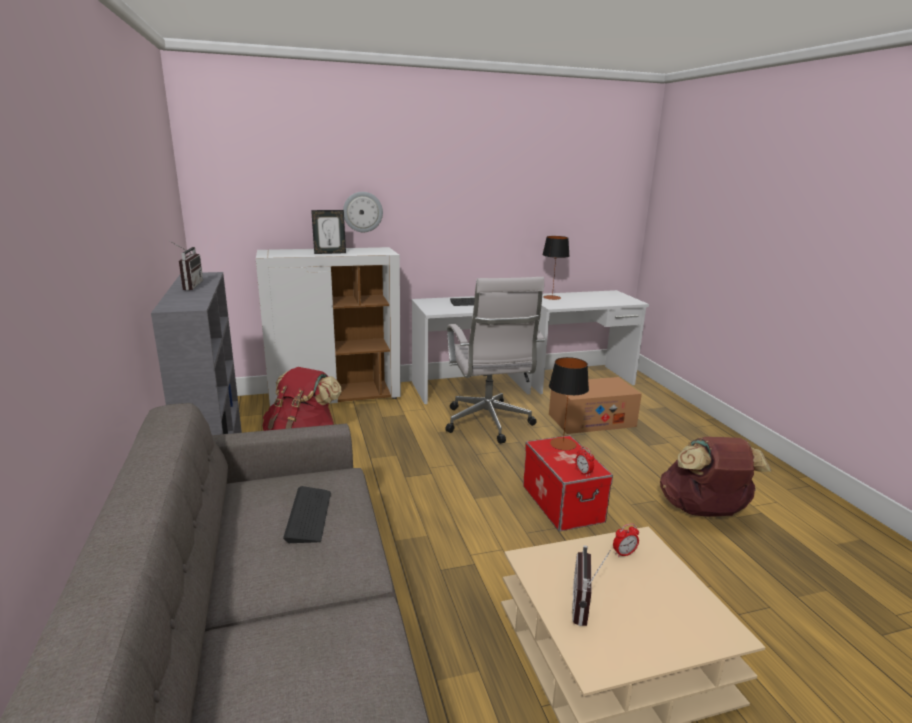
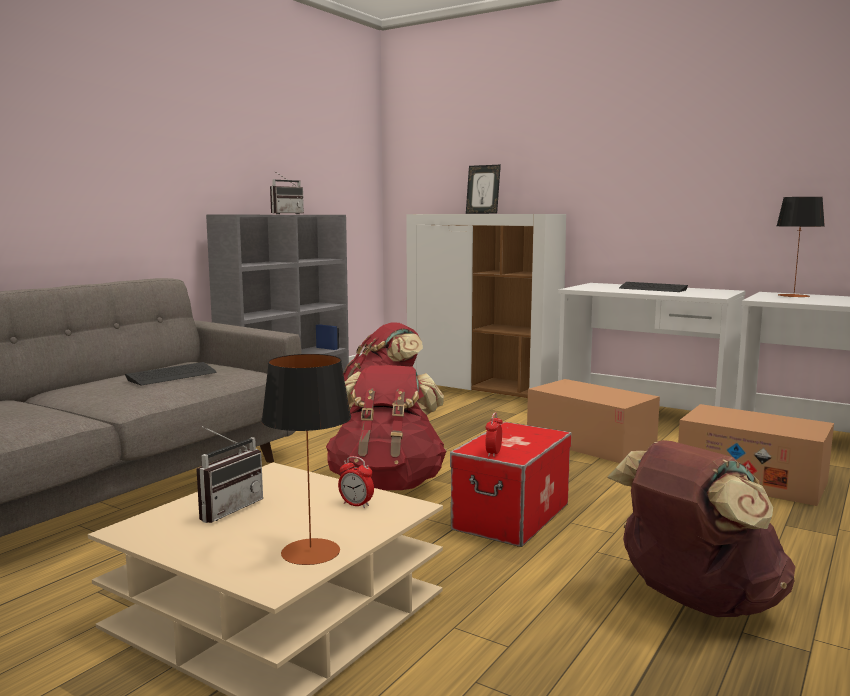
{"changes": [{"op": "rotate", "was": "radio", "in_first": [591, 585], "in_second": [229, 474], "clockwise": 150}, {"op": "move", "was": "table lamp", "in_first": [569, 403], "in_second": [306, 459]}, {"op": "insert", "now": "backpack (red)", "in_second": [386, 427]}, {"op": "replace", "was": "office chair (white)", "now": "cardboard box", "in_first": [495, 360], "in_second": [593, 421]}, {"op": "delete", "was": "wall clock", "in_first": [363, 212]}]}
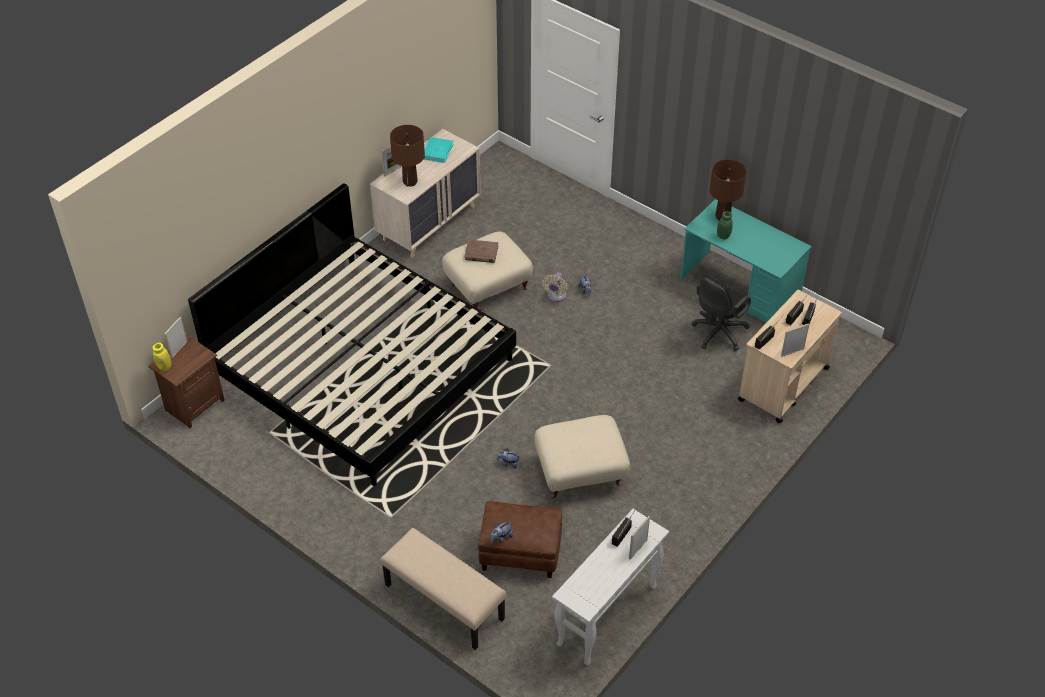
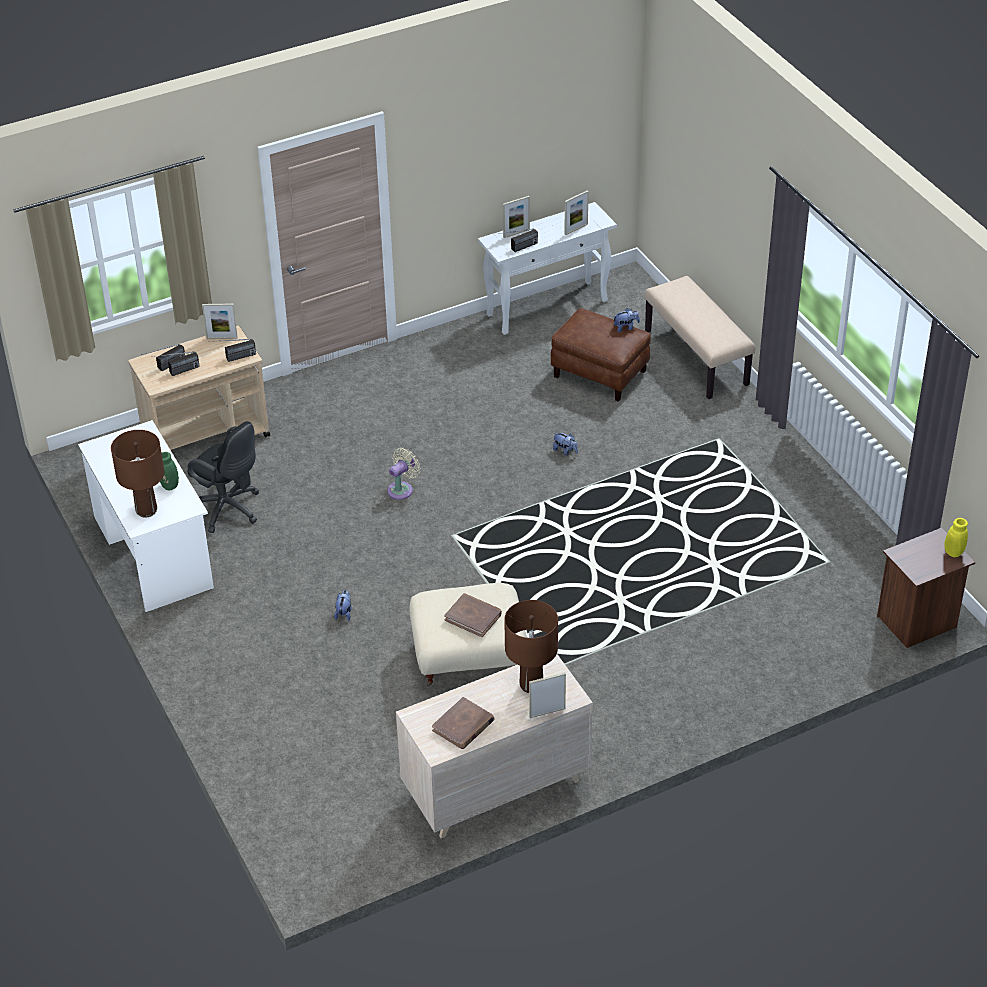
{"changes": [{"op": "recolor", "was": "desk (turquoise)", "now": "desk (white)", "in_first": [746, 261], "in_second": [146, 516]}, {"op": "rotate", "was": "office chair (black)", "in_first": [721, 313], "in_second": [223, 477], "clockwise": 60}, {"op": "move", "was": "fan (beige)", "in_first": [554, 287], "in_second": [404, 474]}, {"op": "recolor", "was": "book (turquoise)", "now": "book (brown)", "in_first": [438, 150], "in_second": [463, 723]}, {"op": "move", "was": "picture frame", "in_first": [176, 337], "in_second": [576, 212]}, {"op": "delete", "was": "bed", "in_first": [352, 334]}, {"op": "delete", "was": "ottoman (beige)", "in_first": [582, 456]}]}
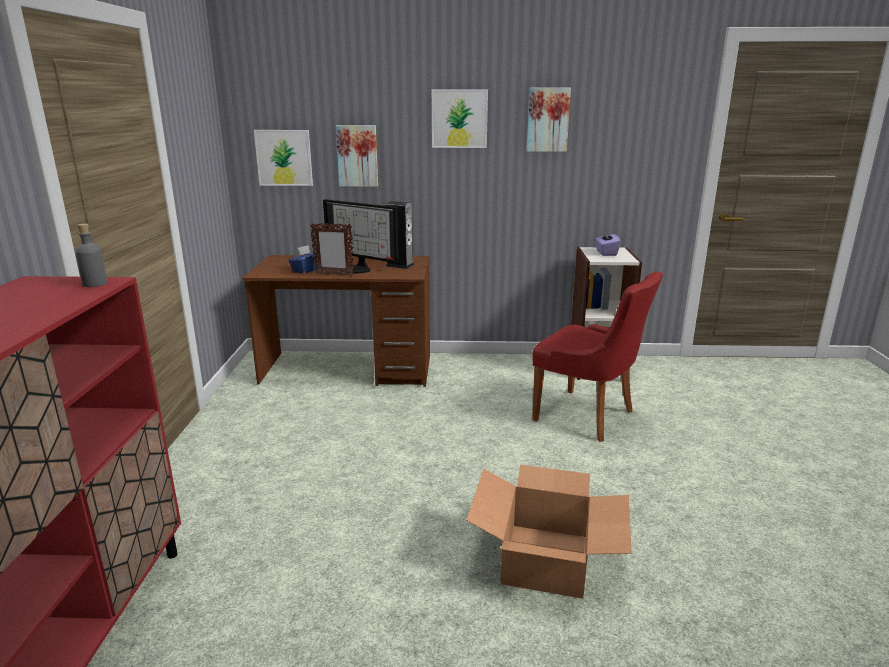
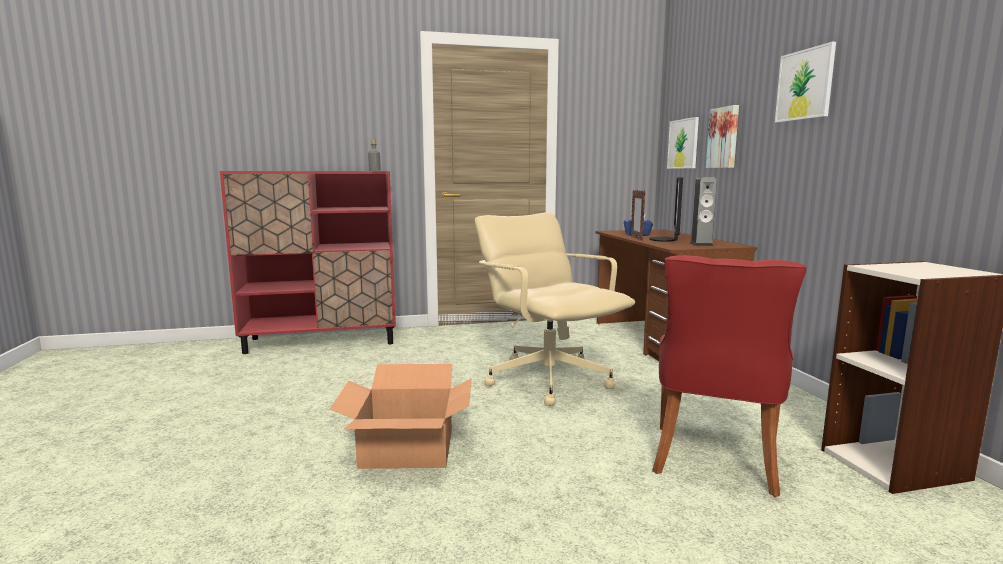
{"changes": [{"op": "insert", "now": "office chair (beige)", "in_second": [555, 309]}, {"op": "delete", "was": "picture", "in_first": [549, 120]}, {"op": "delete", "was": "tissue box (purple)", "in_first": [608, 242]}]}
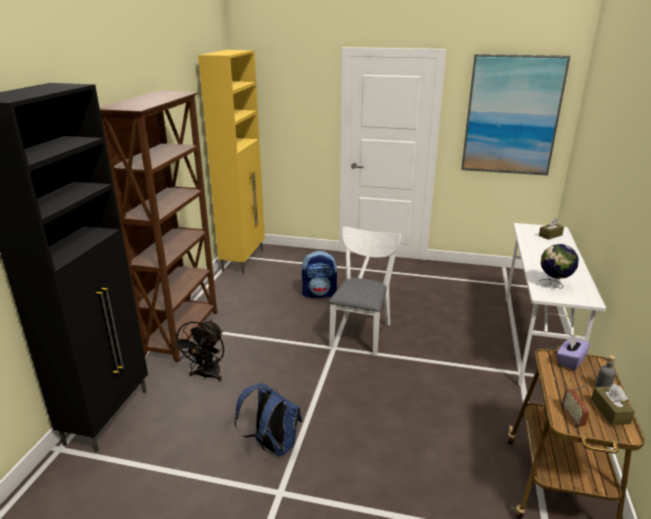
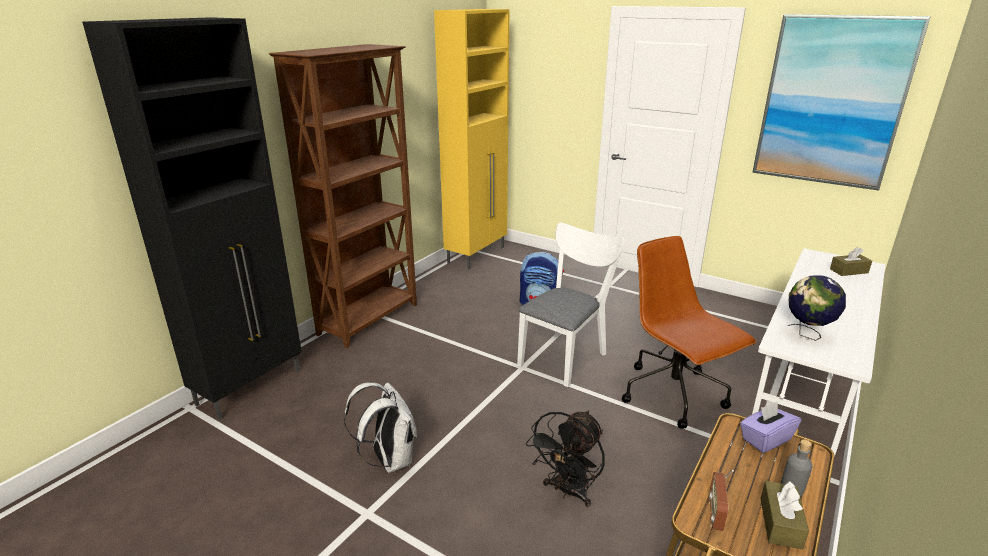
{"changes": [{"op": "recolor", "was": "backpack (blue)", "now": "backpack (white)", "in_first": [268, 419], "in_second": [380, 427]}, {"op": "move", "was": "fan (black)", "in_first": [198, 350], "in_second": [565, 458]}, {"op": "insert", "now": "office chair (brown)", "in_second": [689, 332]}]}
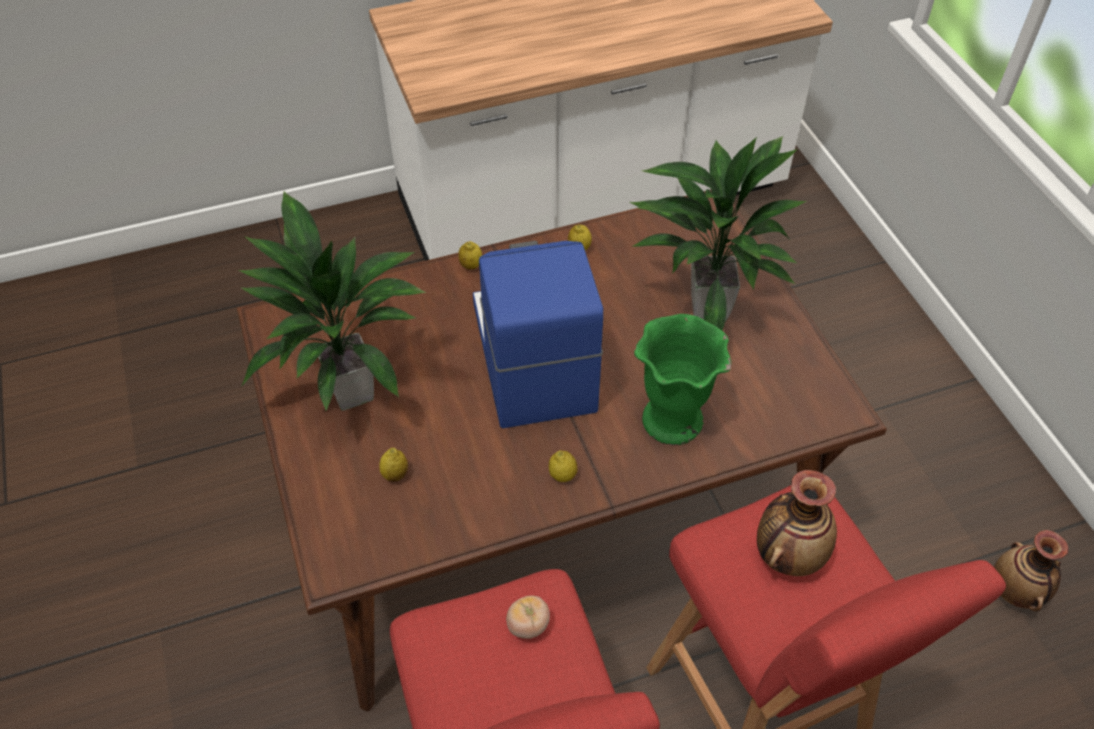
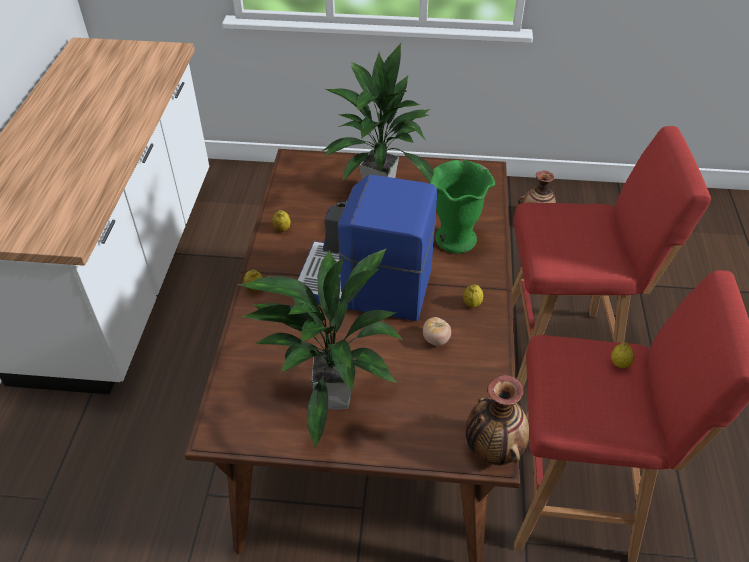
{"changes": [{"op": "move", "was": "tomato", "in_first": [528, 617], "in_second": [437, 331]}, {"op": "move", "was": "vase", "in_first": [797, 523], "in_second": [497, 420]}, {"op": "move", "was": "lemon", "in_first": [393, 465], "in_second": [622, 355]}]}
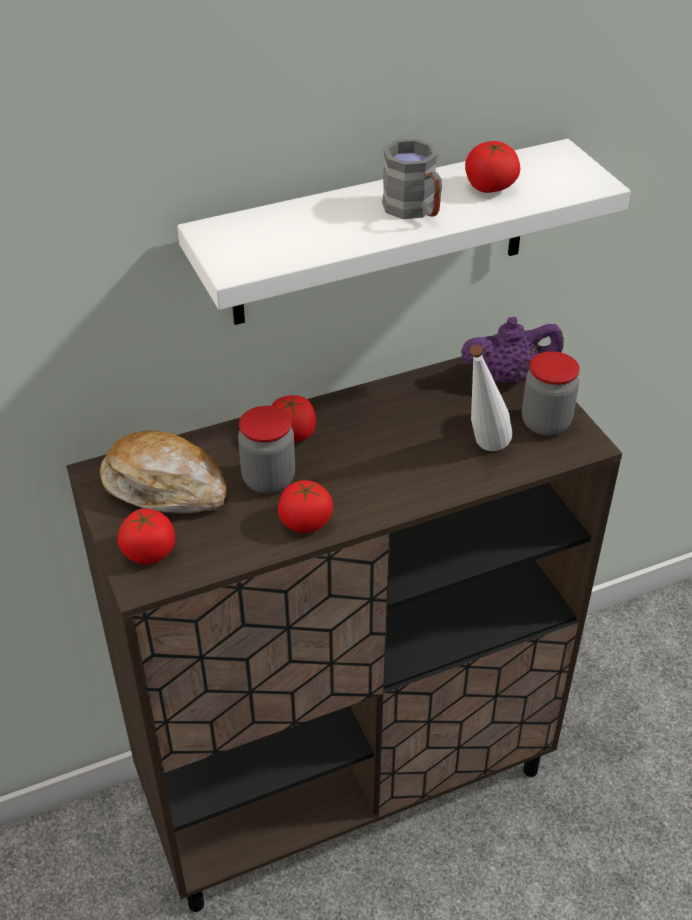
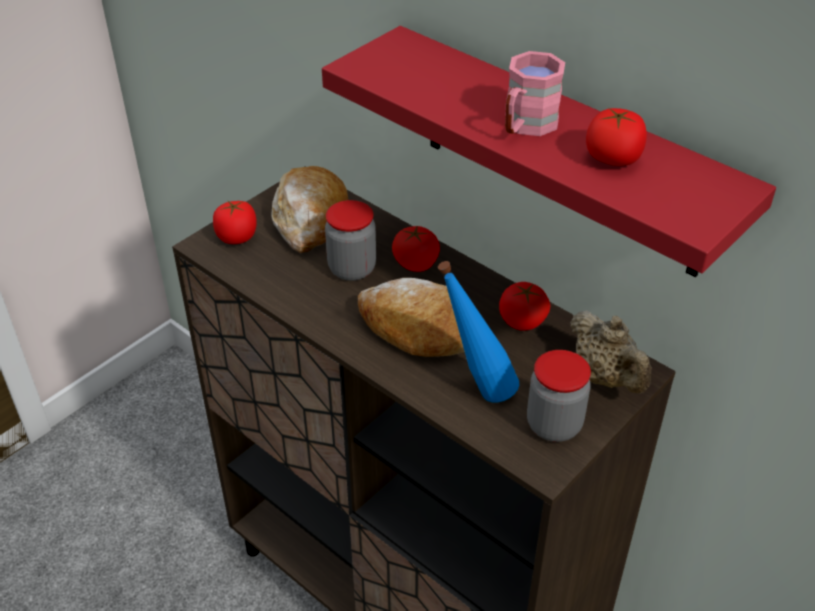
{"changes": [{"op": "recolor", "was": "shelf (white)", "now": "shelf (red)", "in_first": [404, 232], "in_second": [549, 151]}, {"op": "insert", "now": "bread", "in_second": [411, 317]}, {"op": "recolor", "was": "bottle (white)", "now": "bottle (blue)", "in_first": [491, 398], "in_second": [478, 331]}, {"op": "move", "was": "tomato", "in_first": [305, 506], "in_second": [525, 306]}, {"op": "recolor", "was": "mug (grey)", "now": "mug (pink)", "in_first": [412, 178], "in_second": [535, 93]}, {"op": "recolor", "was": "teapot (purple)", "now": "teapot (beige)", "in_first": [512, 350], "in_second": [611, 352]}]}
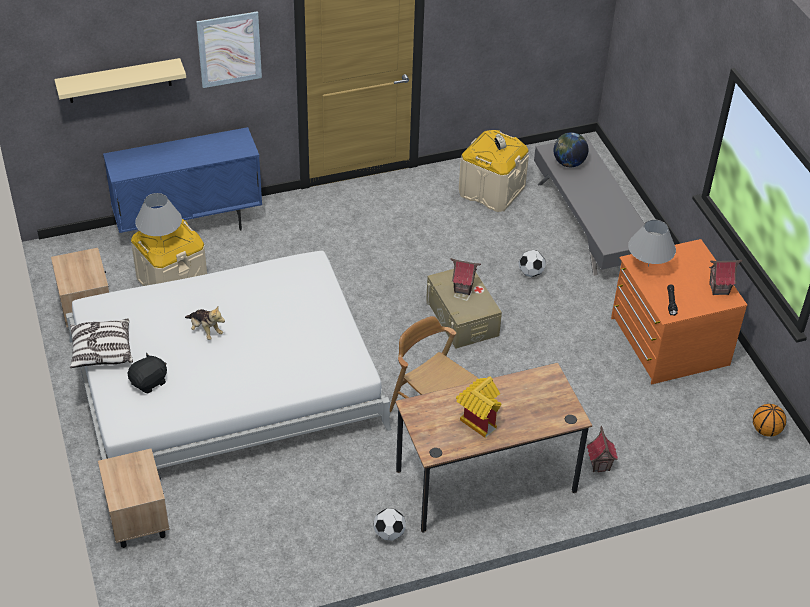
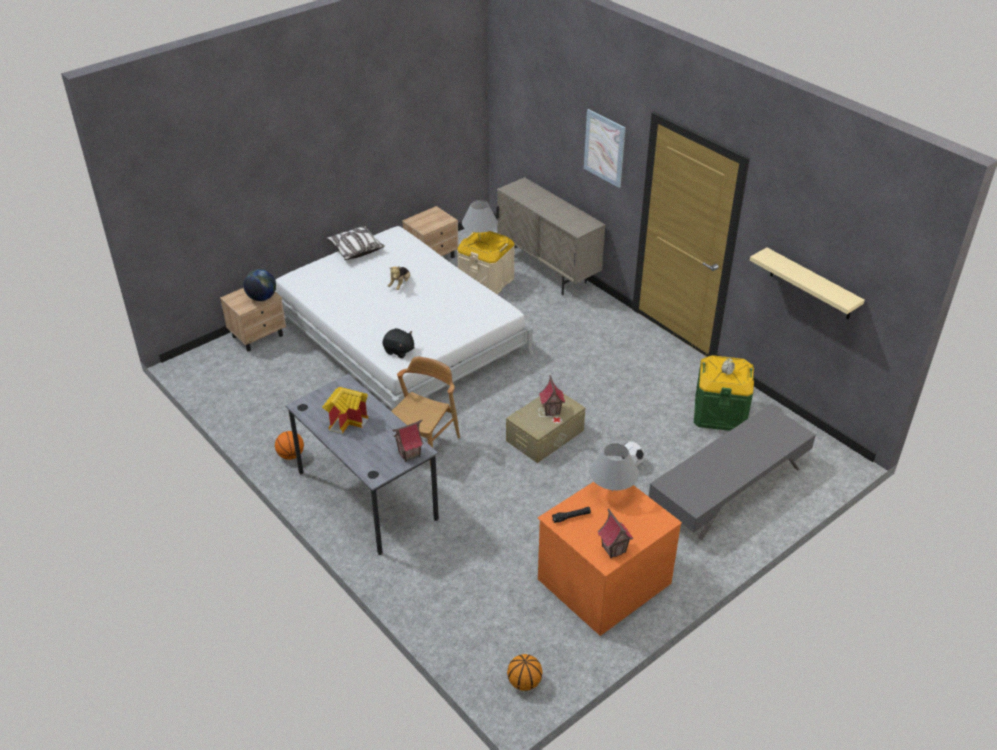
{"changes": [{"op": "move", "was": "globe", "in_first": [571, 149], "in_second": [259, 285]}, {"op": "replace", "was": "football", "now": "basketball", "in_first": [389, 524], "in_second": [289, 445]}, {"op": "recolor", "was": "desk (brown)", "now": "desk (grey)", "in_first": [493, 448], "in_second": [362, 464]}, {"op": "move", "was": "plush toy (black)", "in_first": [147, 373], "in_second": [398, 343]}, {"op": "move", "was": "toy house", "in_first": [602, 449], "in_second": [408, 441]}, {"op": "recolor", "was": "cabinet (blue)", "now": "cabinet (beige)", "in_first": [182, 180], "in_second": [550, 236]}, {"op": "recolor", "was": "storage box (beige)", "now": "storage box (green)", "in_first": [494, 171], "in_second": [724, 393]}, {"op": "move", "was": "shelf (beige)", "in_first": [120, 80], "in_second": [807, 283]}]}
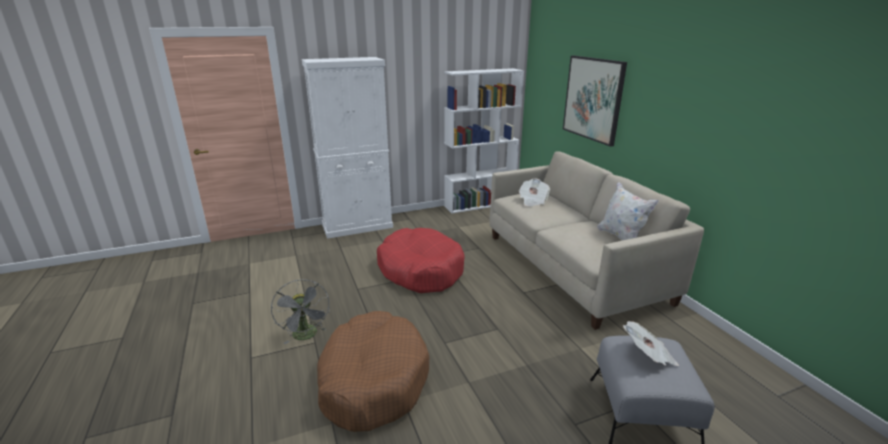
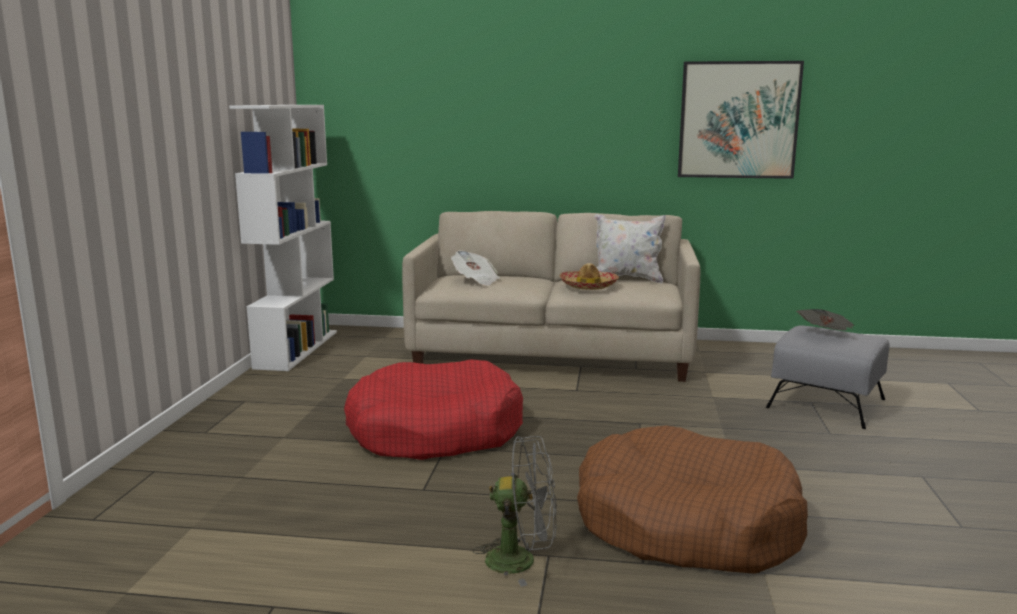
{"changes": [{"op": "insert", "now": "hat", "in_second": [589, 276]}, {"op": "move", "was": "picture", "in_first": [595, 101], "in_second": [741, 120]}, {"op": "delete", "was": "cabinet (white)", "in_first": [347, 148]}]}
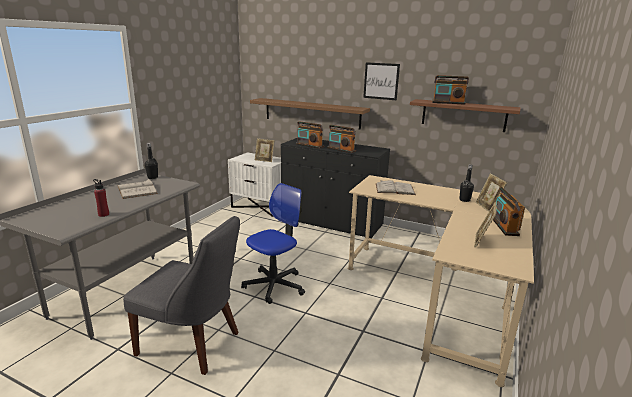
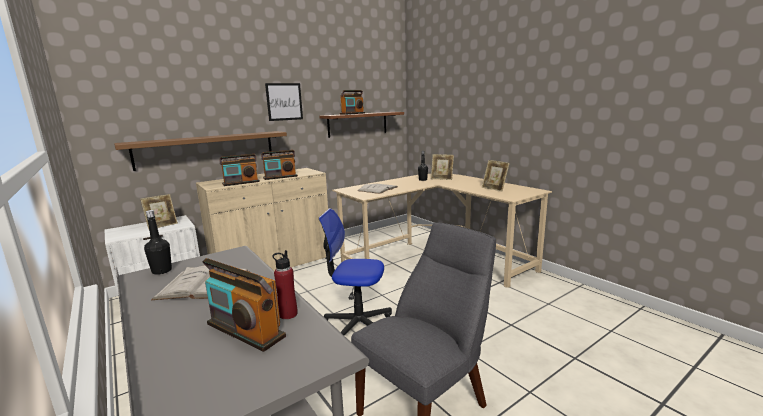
{"changes": [{"op": "recolor", "was": "cabinet (black)", "now": "cabinet (beige)", "in_first": [335, 188], "in_second": [262, 219]}, {"op": "move", "was": "radio", "in_first": [509, 211], "in_second": [244, 305]}, {"op": "rotate", "was": "office chair", "in_first": [273, 243], "in_second": [355, 272], "clockwise": -60}]}
